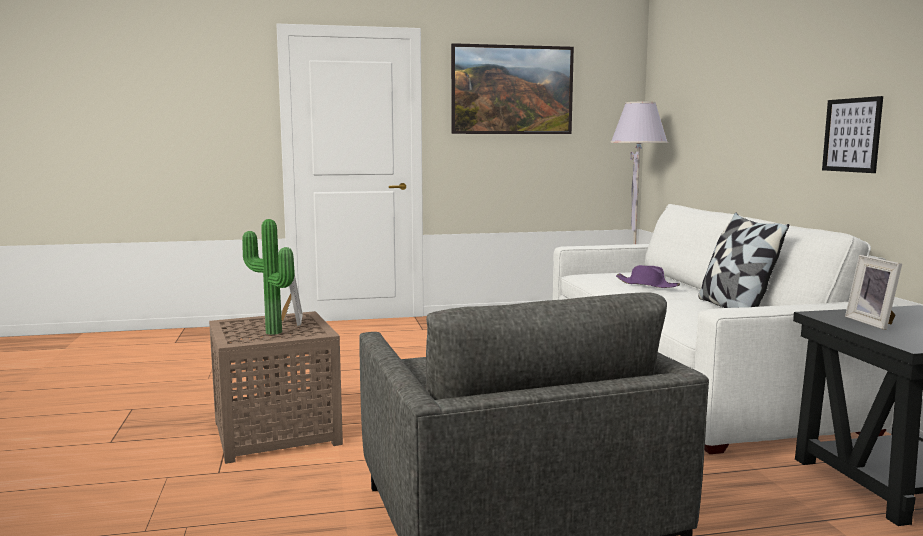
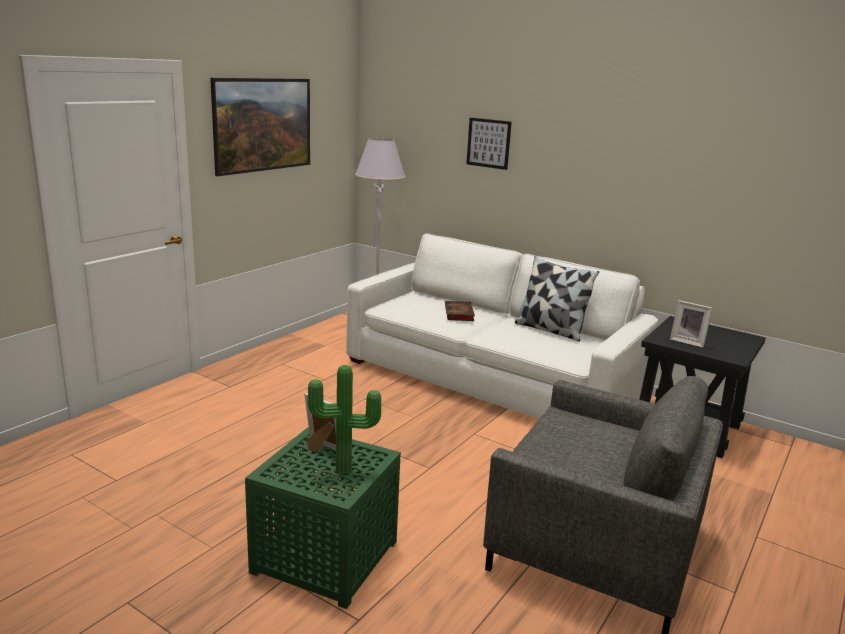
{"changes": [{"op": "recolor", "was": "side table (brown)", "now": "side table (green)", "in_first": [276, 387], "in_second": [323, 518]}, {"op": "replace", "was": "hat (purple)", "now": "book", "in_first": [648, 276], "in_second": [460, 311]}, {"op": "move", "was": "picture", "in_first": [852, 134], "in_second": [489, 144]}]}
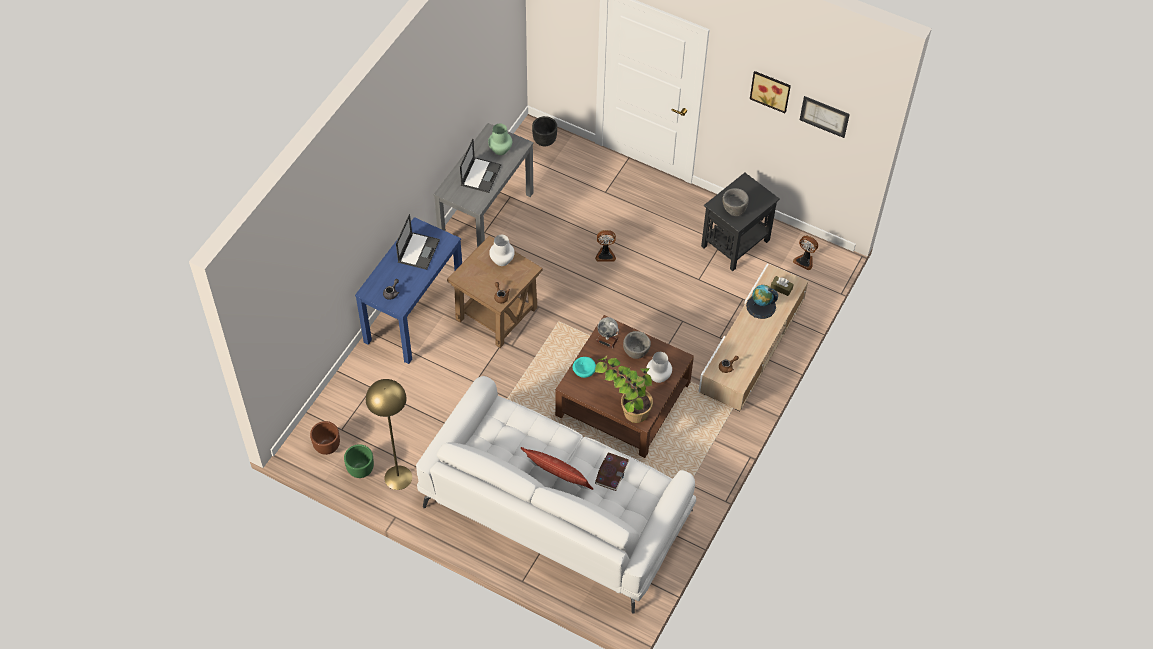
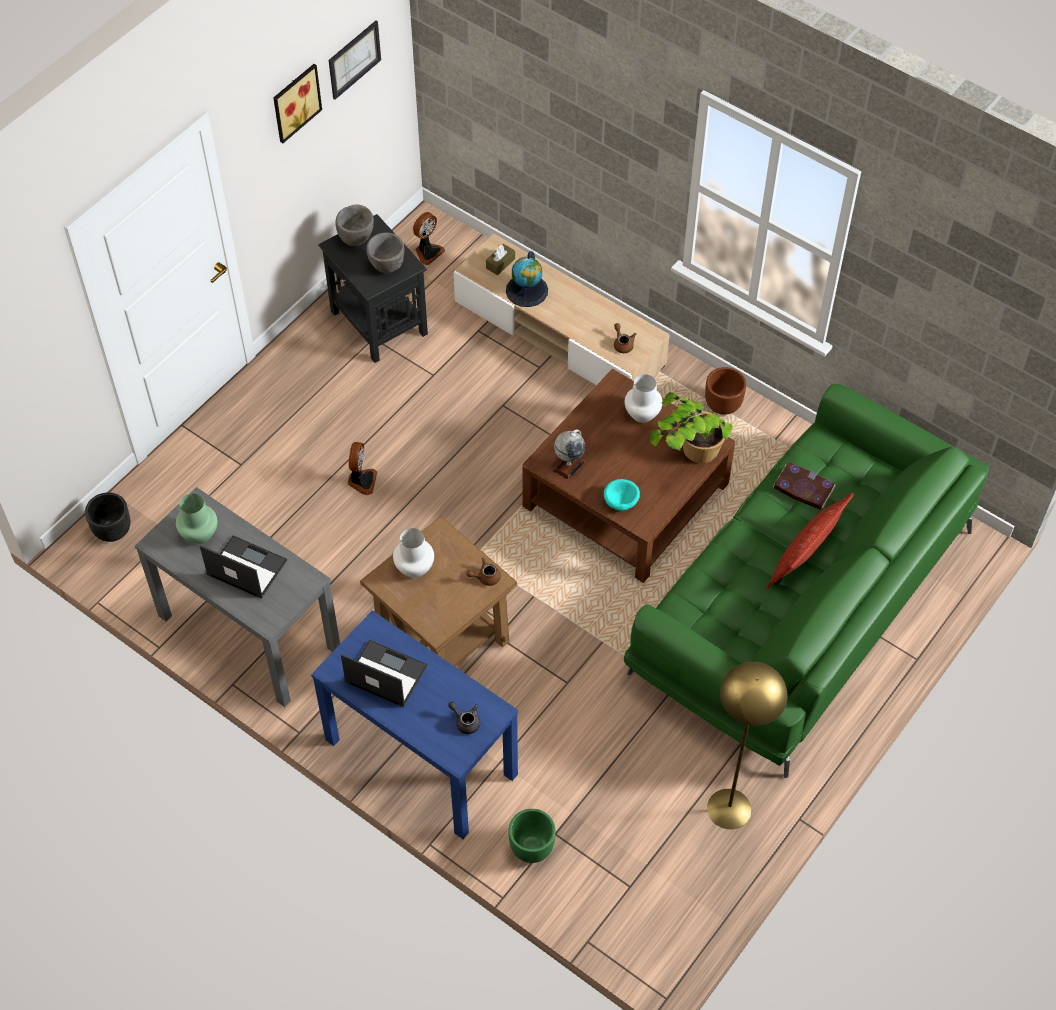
{"changes": [{"op": "move", "was": "bowl (grey)", "in_first": [637, 345], "in_second": [354, 225]}, {"op": "move", "was": "planter (green)", "in_first": [359, 461], "in_second": [532, 836]}, {"op": "recolor", "was": "sofa (white)", "now": "sofa (green)", "in_first": [556, 495], "in_second": [806, 581]}, {"op": "move", "was": "planter (brown)", "in_first": [325, 438], "in_second": [725, 391]}]}
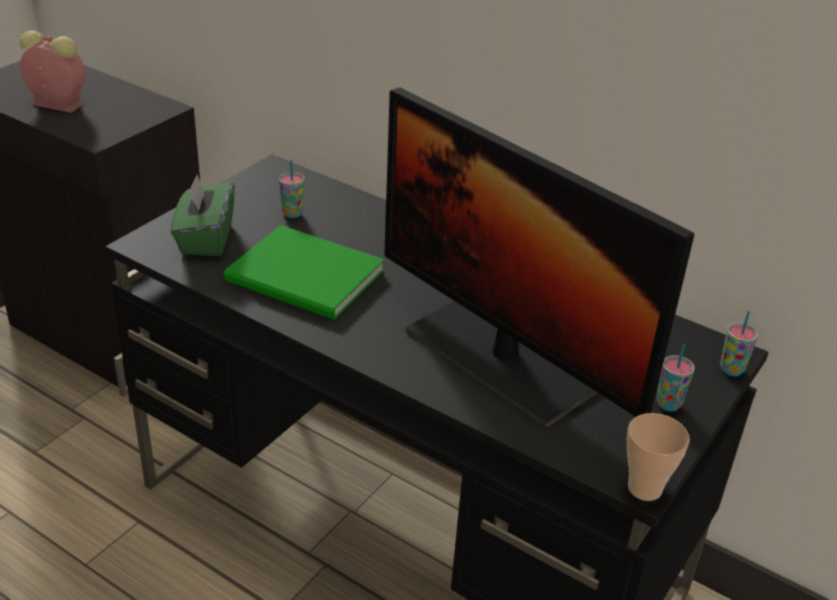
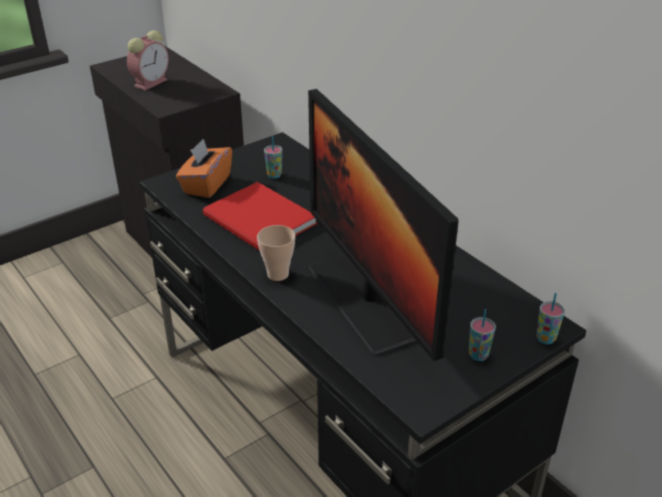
{"changes": [{"op": "rotate", "was": "alarm clock", "in_first": [53, 72], "in_second": [148, 60], "clockwise": 90}, {"op": "recolor", "was": "tissue box (green)", "now": "tissue box (orange)", "in_first": [203, 215], "in_second": [204, 168]}, {"op": "recolor", "was": "book (green)", "now": "book (red)", "in_first": [304, 272], "in_second": [260, 216]}, {"op": "move", "was": "cup", "in_first": [658, 457], "in_second": [276, 253]}]}
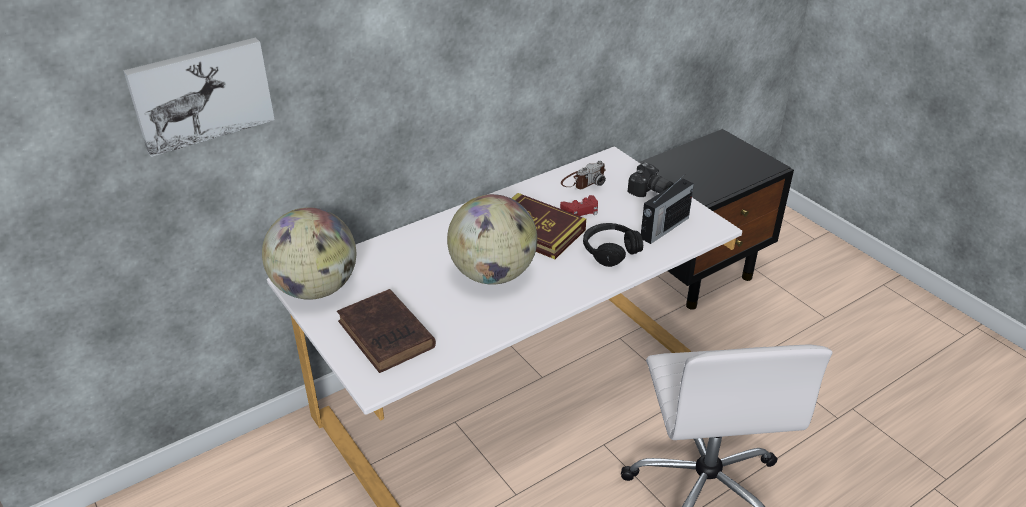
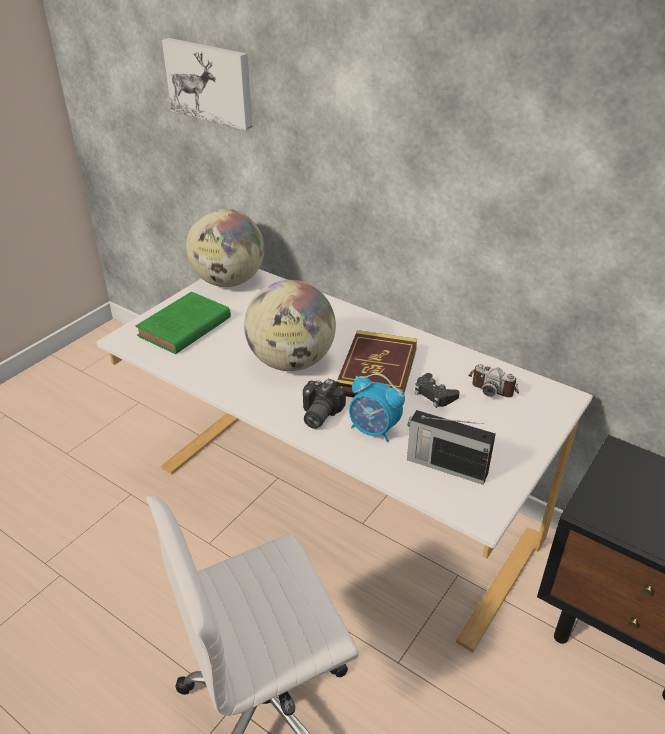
{"changes": [{"op": "recolor", "was": "book (brown)", "now": "book (green)", "in_first": [386, 331], "in_second": [183, 323]}, {"op": "move", "was": "photo camera", "in_first": [651, 179], "in_second": [324, 404]}, {"op": "replace", "was": "headphones (black)", "now": "alarm clock", "in_first": [613, 245], "in_second": [377, 407]}, {"op": "recolor", "was": "game controller (red)", "now": "game controller (black)", "in_first": [579, 205], "in_second": [437, 390]}]}
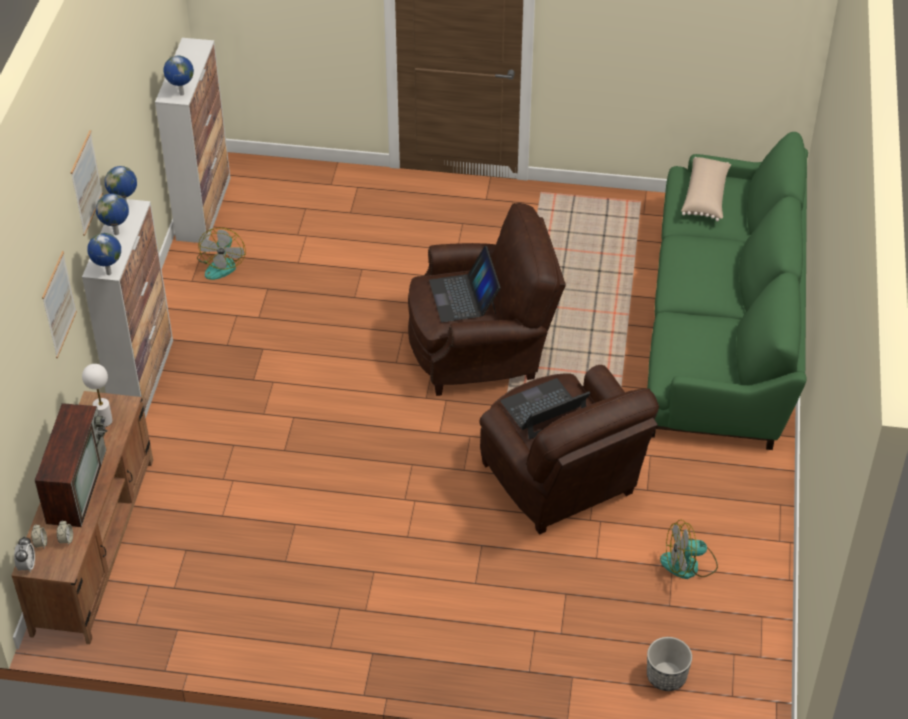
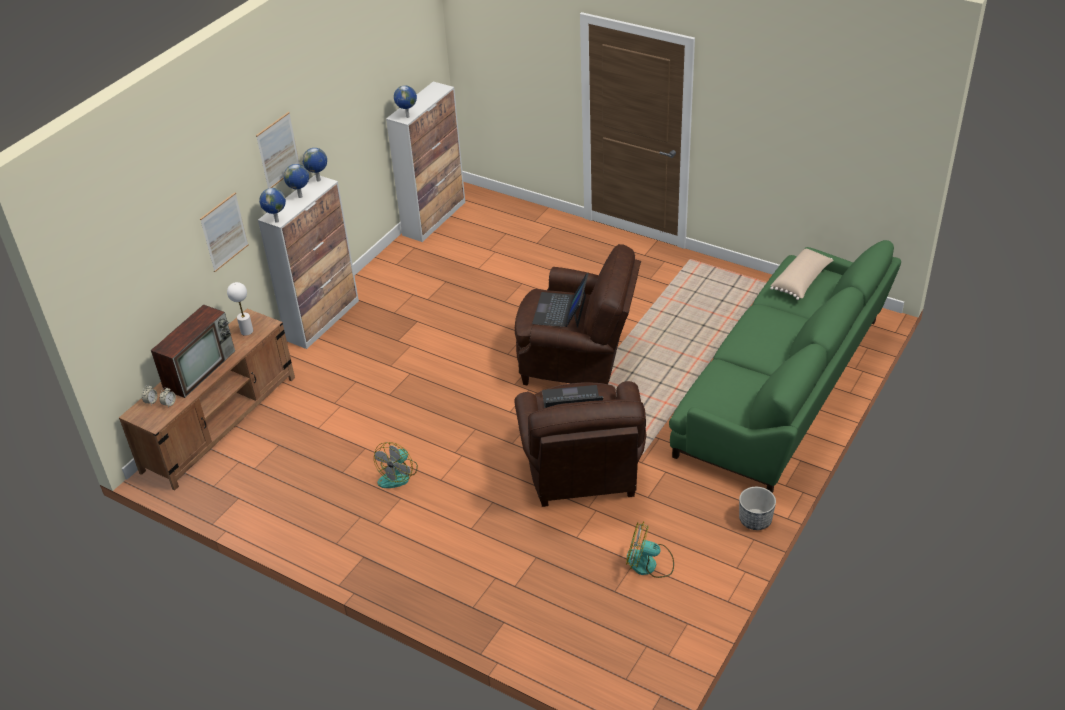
{"changes": [{"op": "move", "was": "fan", "in_first": [221, 254], "in_second": [396, 465]}, {"op": "move", "was": "planter", "in_first": [669, 664], "in_second": [757, 508]}, {"op": "delete", "was": "alarm clock", "in_first": [24, 555]}]}
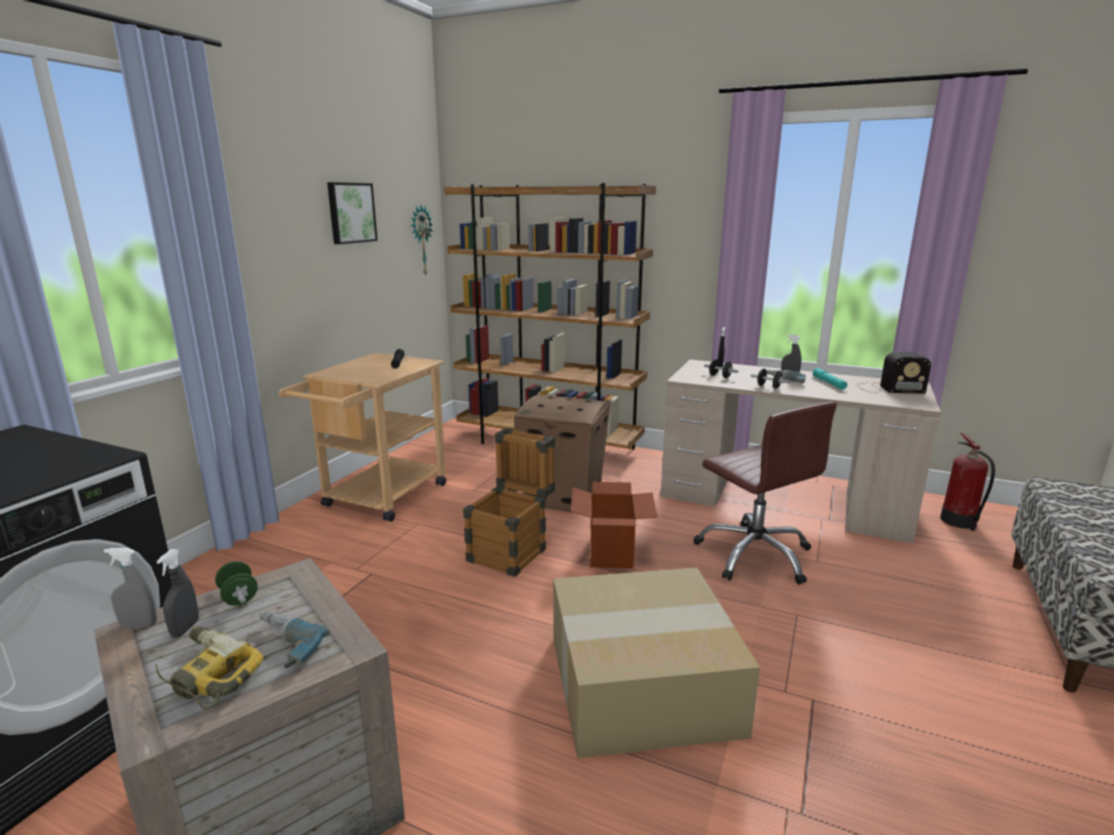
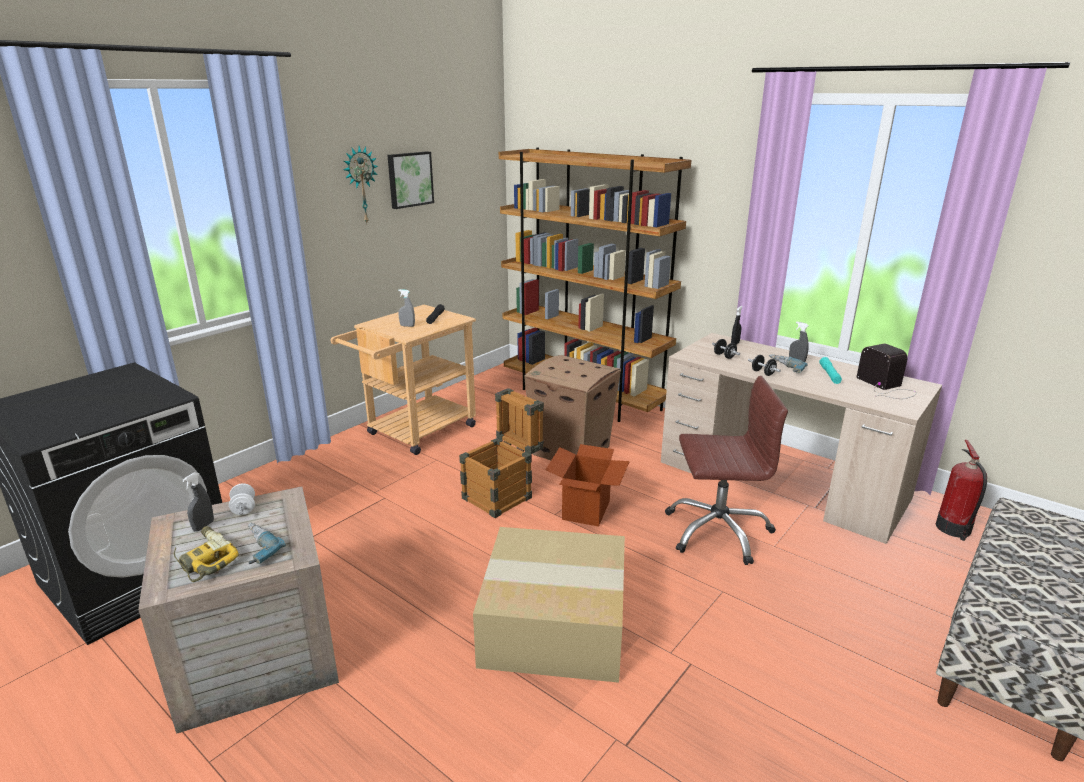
{"changes": [{"op": "recolor", "was": "dumbbell (green)", "now": "dumbbell (white)", "in_first": [236, 583], "in_second": [242, 499]}, {"op": "move", "was": "wall clock", "in_first": [422, 240], "in_second": [361, 184]}, {"op": "move", "was": "spray bottle (grey)", "in_first": [130, 587], "in_second": [406, 308]}, {"op": "rotate", "was": "office chair (brown)", "in_first": [765, 493], "in_second": [726, 470], "clockwise": -75}, {"op": "rotate", "was": "radio", "in_first": [894, 373], "in_second": [886, 371], "clockwise": -135}]}
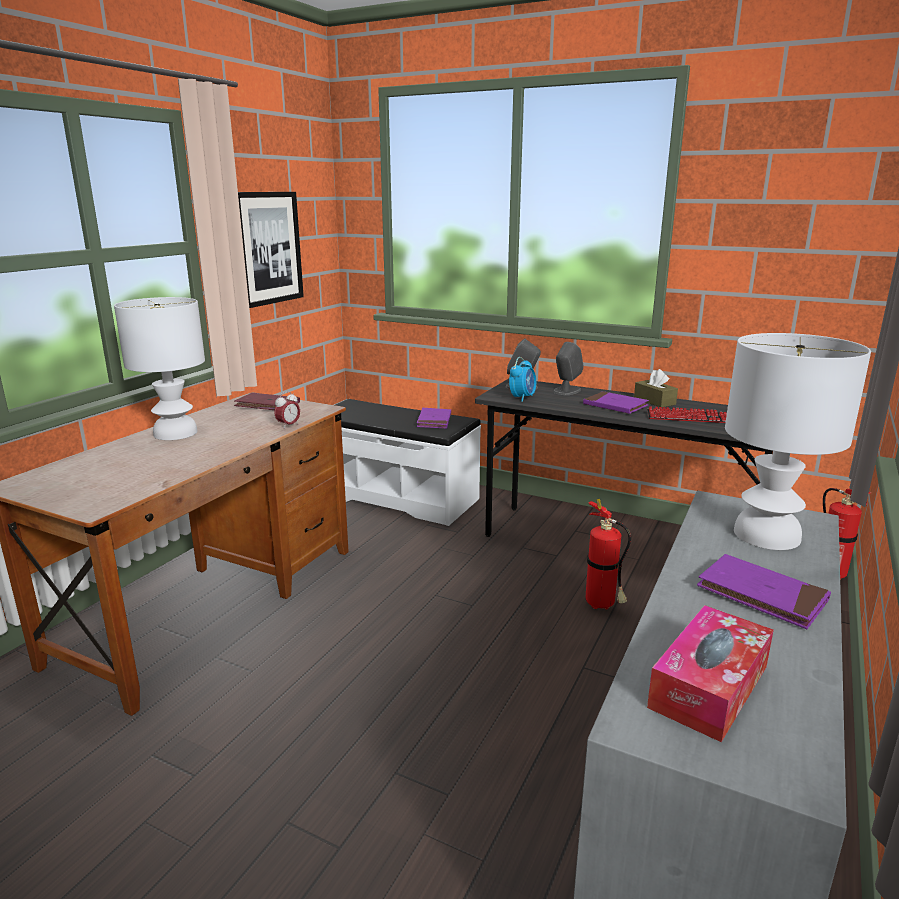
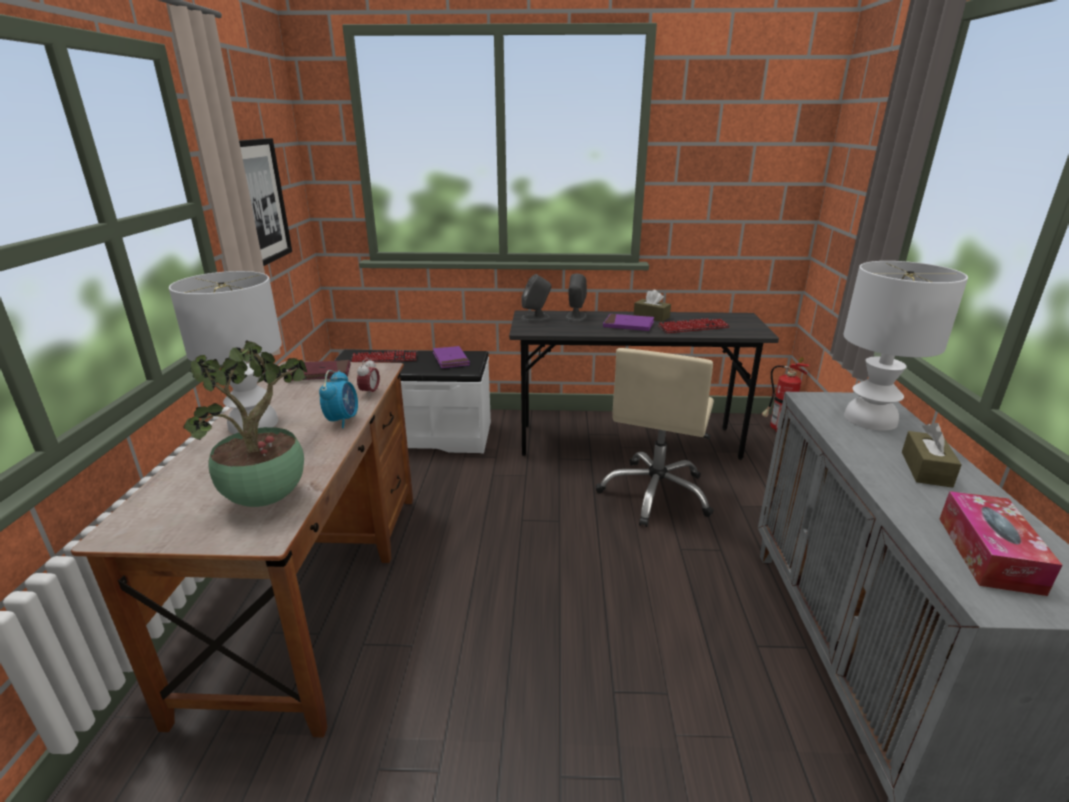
{"changes": [{"op": "insert", "now": "potted plant", "in_second": [245, 423]}, {"op": "move", "was": "alarm clock", "in_first": [522, 379], "in_second": [338, 399]}, {"op": "insert", "now": "keyboard", "in_second": [384, 356]}, {"op": "replace", "was": "fire extinguisher", "now": "office chair (beige)", "in_first": [608, 554], "in_second": [655, 437]}, {"op": "replace", "was": "book (purple)", "now": "tissue box (brown)", "in_first": [764, 591], "in_second": [932, 455]}]}
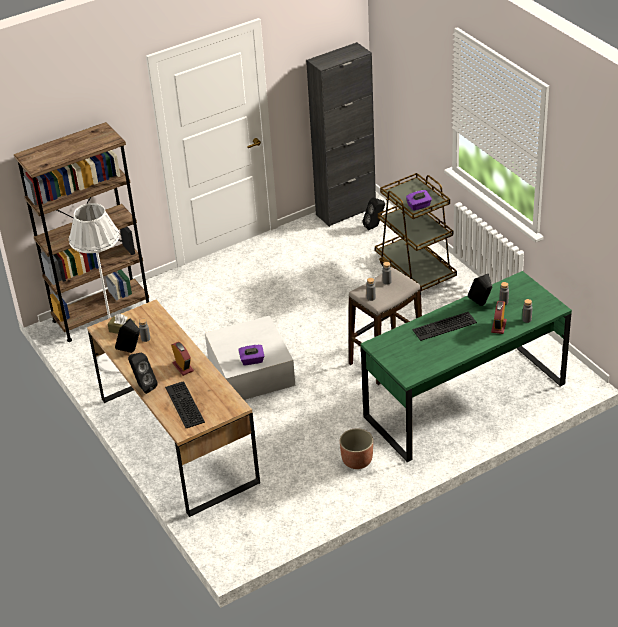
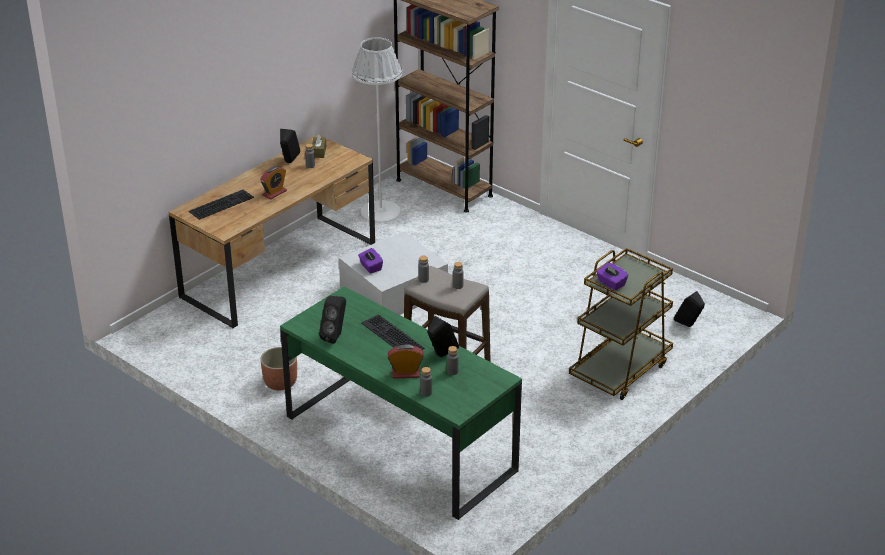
{"changes": [{"op": "move", "was": "speaker (black)", "in_first": [143, 373], "in_second": [332, 320]}, {"op": "delete", "was": "cabinet (black)", "in_first": [341, 134]}]}
